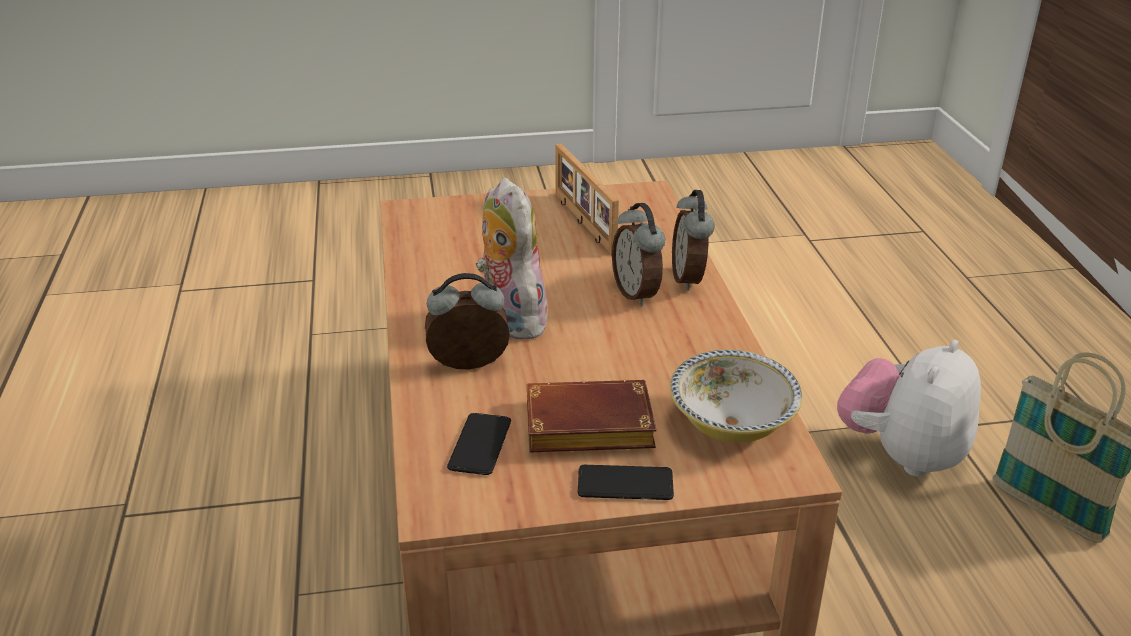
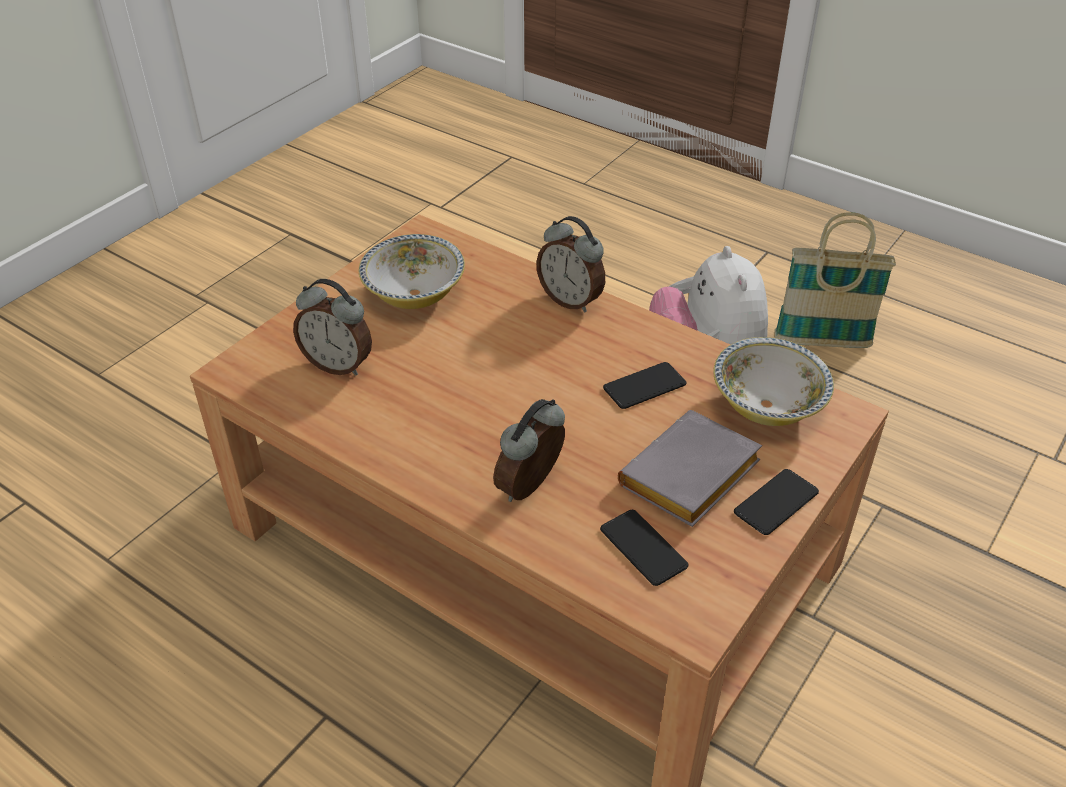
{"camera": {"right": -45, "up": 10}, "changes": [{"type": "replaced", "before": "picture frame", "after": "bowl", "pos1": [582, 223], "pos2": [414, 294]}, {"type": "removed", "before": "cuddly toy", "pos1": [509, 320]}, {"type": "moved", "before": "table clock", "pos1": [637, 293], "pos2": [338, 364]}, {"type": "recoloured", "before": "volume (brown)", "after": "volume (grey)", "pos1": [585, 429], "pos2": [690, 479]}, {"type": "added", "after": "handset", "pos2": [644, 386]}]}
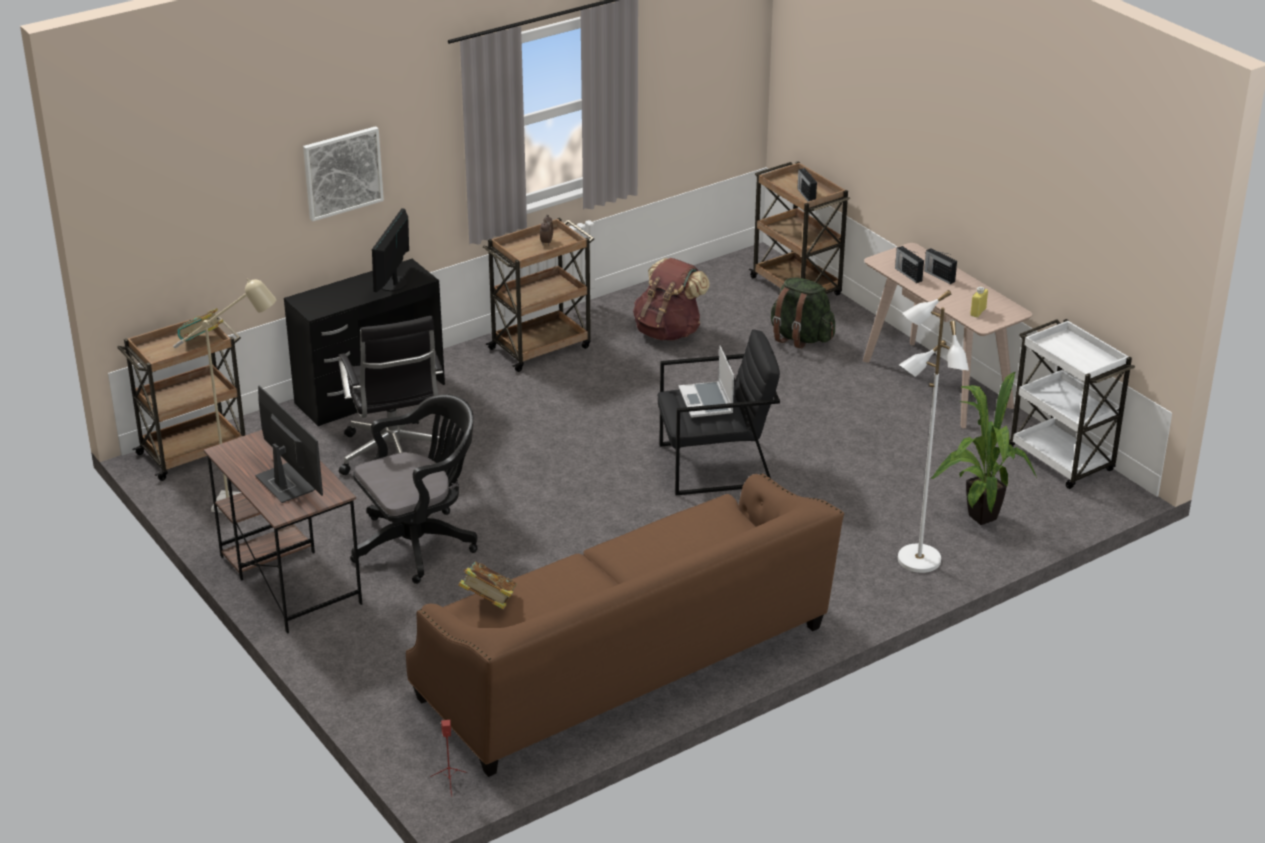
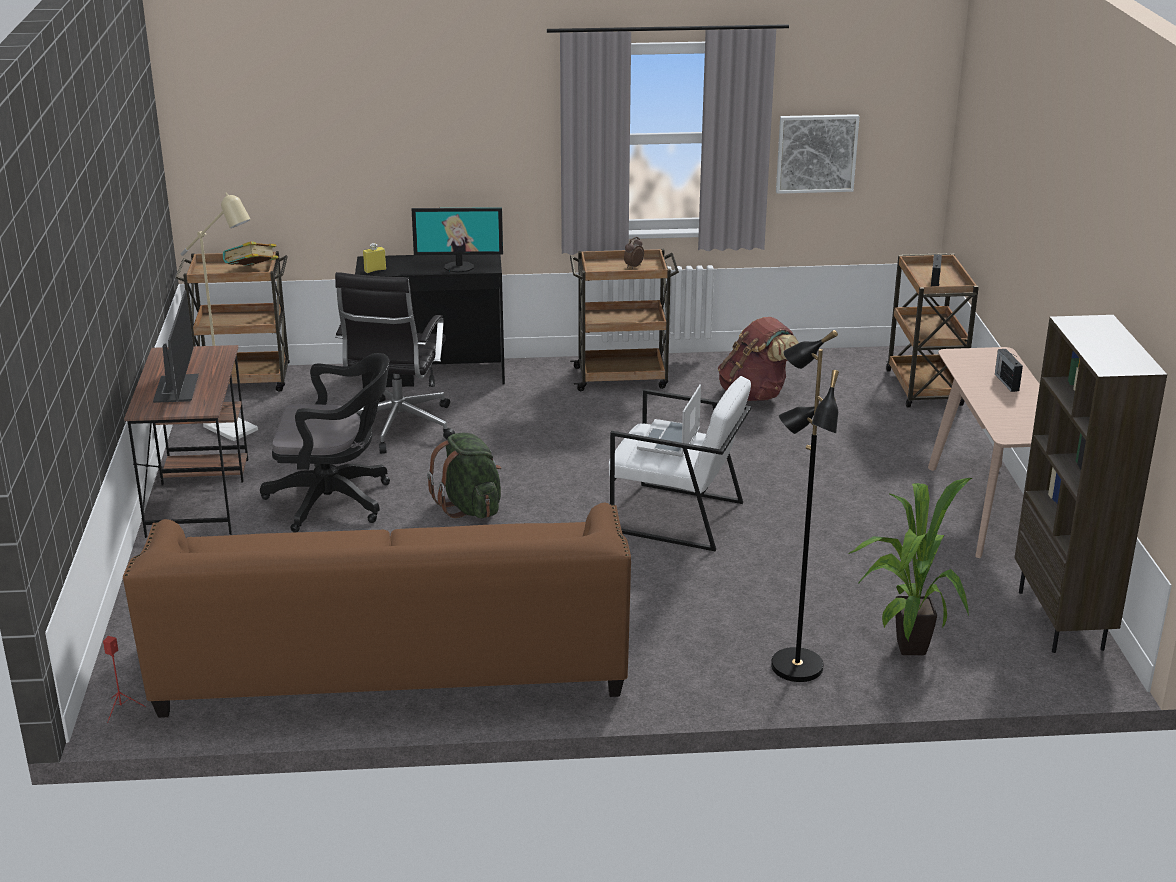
{"camera": {"right": 30, "up": -5}, "changes": [{"type": "moved", "before": "wall picture", "pos1": [342, 172], "pos2": [816, 153]}, {"type": "turned", "before": "monitor", "pos1": [393, 284], "pos2": [459, 267], "turn": -135}, {"type": "removed", "before": "radio receiver", "pos1": [908, 274]}, {"type": "moved", "before": "backpack (green-coloured)", "pos1": [800, 338], "pos2": [470, 507]}, {"type": "moved", "before": "beverage bottle (yellow-coloured)", "pos1": [978, 312], "pos2": [375, 270]}, {"type": "recoloured", "before": "standard lamp (whitish)", "after": "standard lamp (black-coloured)", "pos1": [918, 560], "pos2": [795, 666]}, {"type": "replaced", "before": "wheeled cart (whitish)", "after": "shelving unit (brown)", "pos1": [1061, 460], "pos2": [1062, 620]}, {"type": "recoloured", "before": "armchair (black-coloured)", "after": "armchair (whitish)", "pos1": [715, 465], "pos2": [677, 517]}, {"type": "removed", "before": "volume", "pos1": [488, 602]}]}
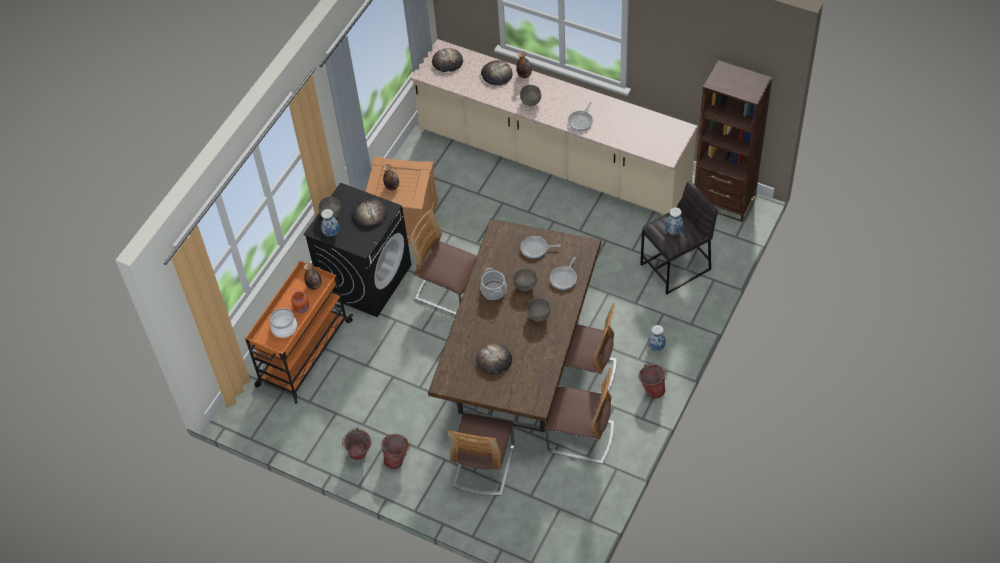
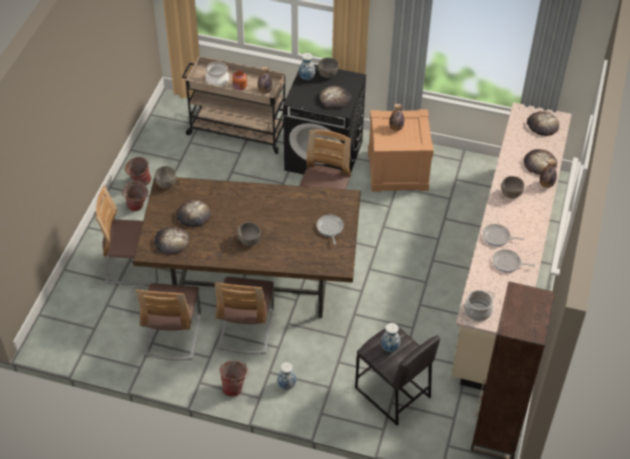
{"camera": {"right": 75, "up": -5}, "changes": [{"type": "moved", "before": "frying pan", "pos1": [564, 278], "pos2": [508, 263]}, {"type": "recoloured", "before": "wheeled cart (orange-coloured)", "after": "wheeled cart (beige)", "pos1": [303, 354], "pos2": [237, 130]}, {"type": "moved", "before": "saucepot", "pos1": [494, 290], "pos2": [477, 311]}, {"type": "moved", "before": "bowl (grey)", "pos1": [525, 286], "pos2": [166, 184]}, {"type": "added", "after": "bread", "pos2": [171, 242]}]}
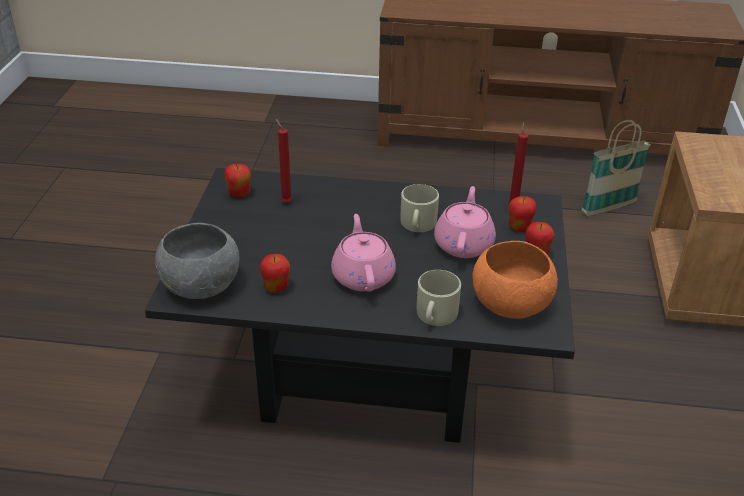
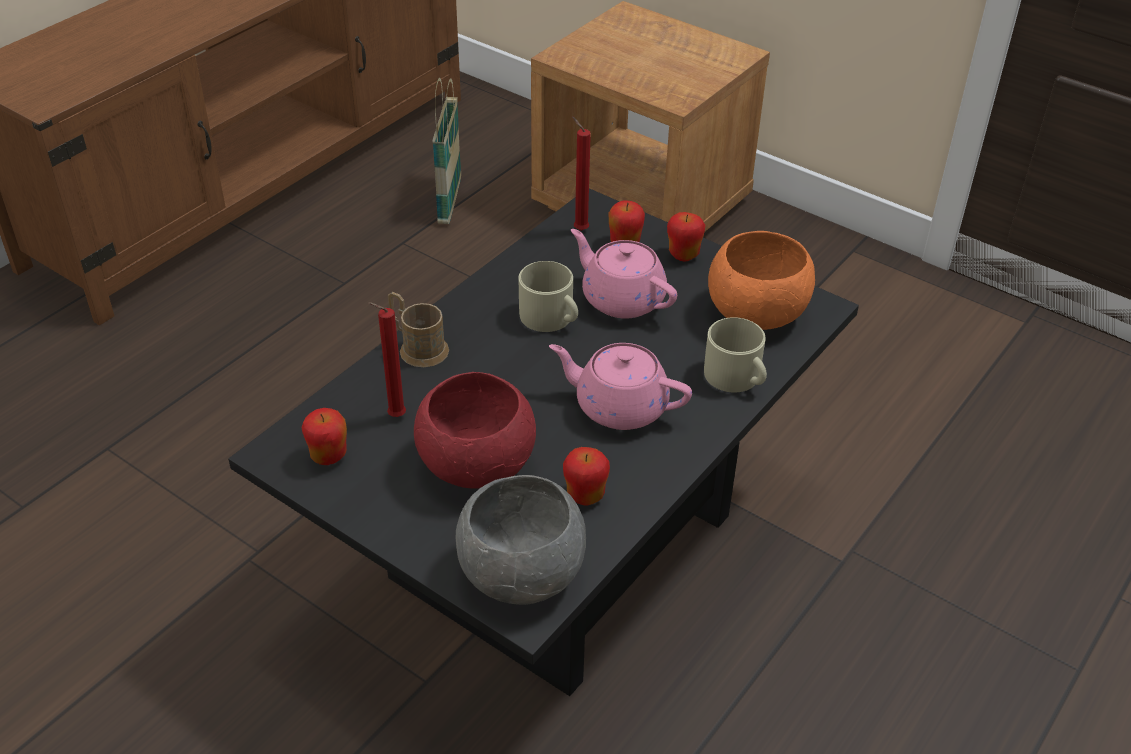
{"camera": {"right": -60, "up": 5}, "changes": [{"type": "added", "after": "tea mug (brown)", "pos2": [418, 348]}, {"type": "added", "after": "bowl (reddish)", "pos2": [477, 463]}]}
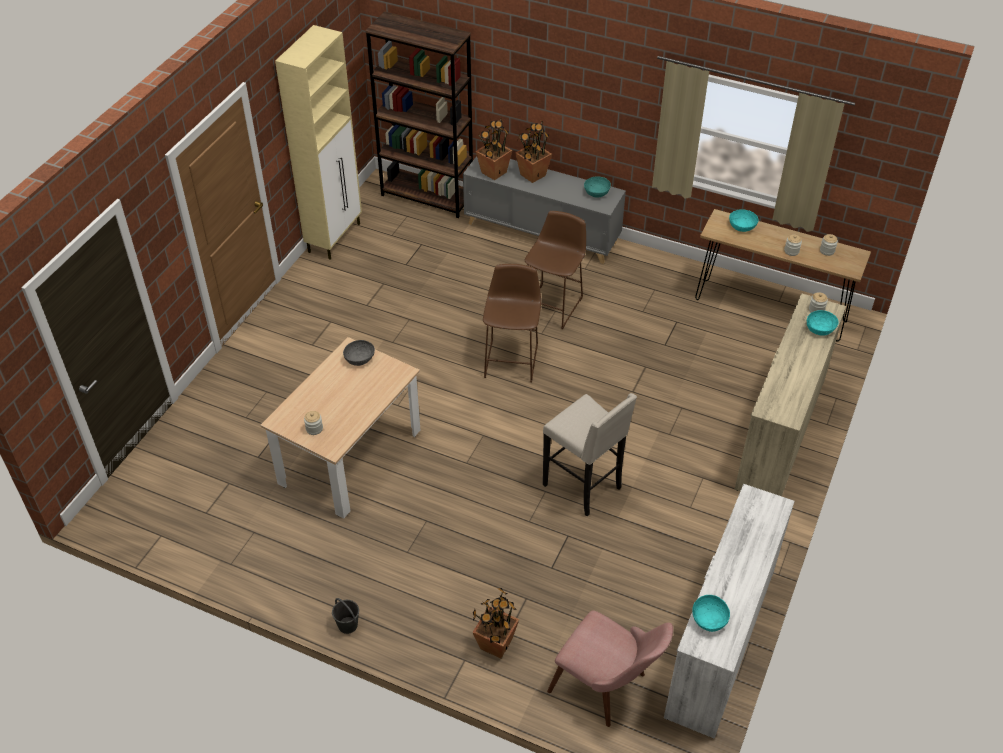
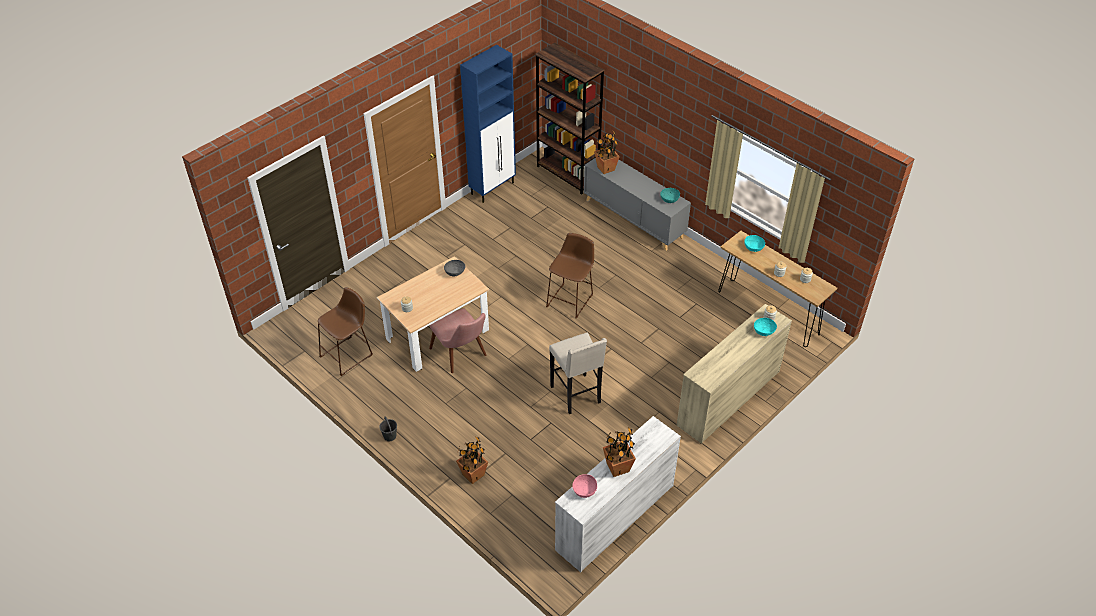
{"camera": {"right": 20, "up": 0}, "changes": [{"type": "recoloured", "before": "cabinet (beige)", "after": "cabinet (bluish)", "pos1": [335, 237], "pos2": [493, 188]}, {"type": "moved", "before": "houseplant", "pos1": [532, 175], "pos2": [617, 467]}, {"type": "moved", "before": "stool (brown)", "pos1": [554, 304], "pos2": [348, 354]}, {"type": "recoloured", "before": "bowl (turquoise)", "after": "bowl (pinkish)", "pos1": [709, 619], "pos2": [584, 490]}, {"type": "moved", "before": "chair (pinkish)", "pos1": [608, 688], "pos2": [462, 355]}]}
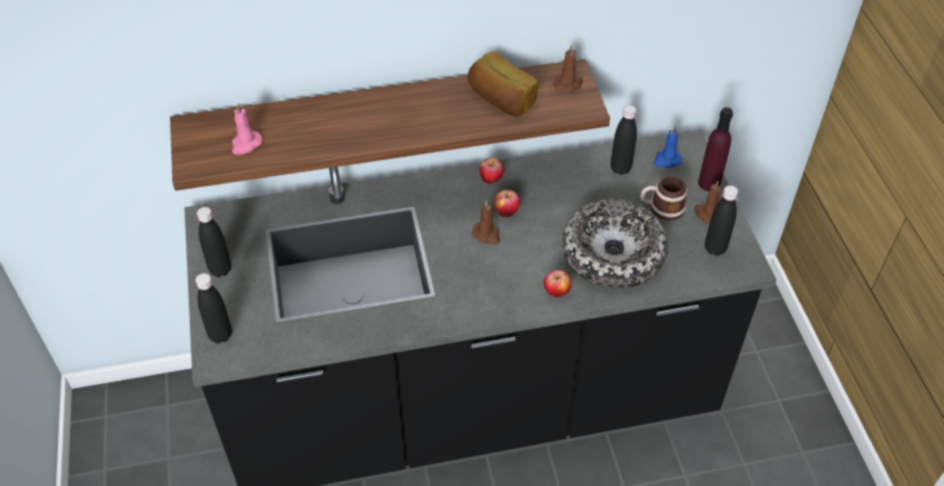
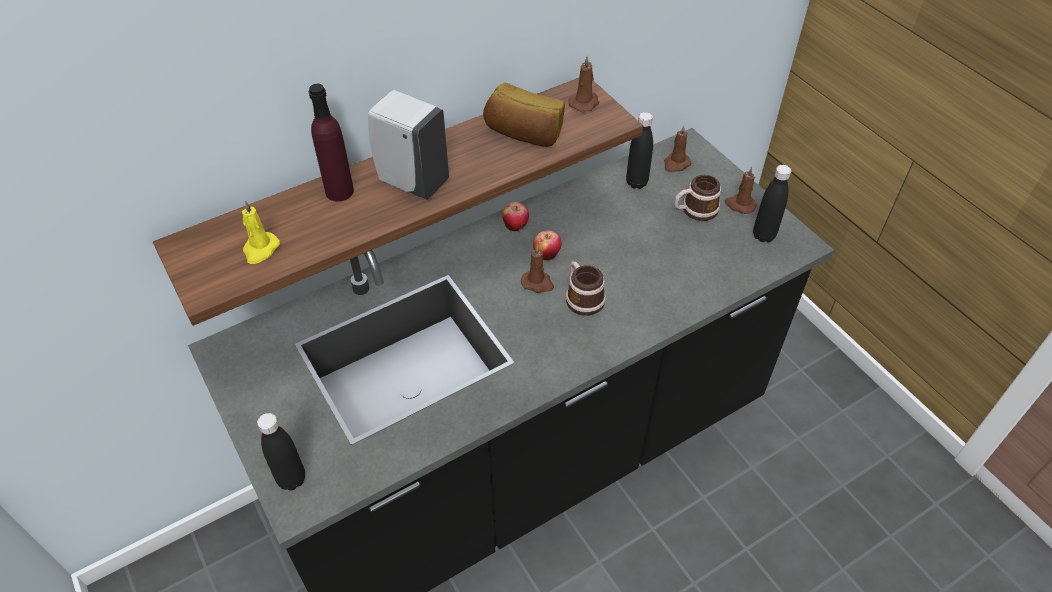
{"camera": {"right": -20, "up": 0}, "changes": [{"type": "recoloured", "before": "candle (pinkish)", "after": "candle (yellow-coloured)", "pos1": [246, 144], "pos2": [260, 249]}, {"type": "moved", "before": "beverage bottle (purple-coloured)", "pos1": [709, 183], "pos2": [339, 191]}, {"type": "recoloured", "before": "candle (bluish)", "after": "candle (brown)", "pos1": [666, 160], "pos2": [676, 164]}, {"type": "removed", "before": "bowl", "pos1": [612, 254]}, {"type": "removed", "before": "beverage bottle (black-coloured)", "pos1": [220, 269]}, {"type": "removed", "before": "apple", "pos1": [556, 293]}, {"type": "added", "after": "soap bottle (whitish)", "pos2": [411, 181]}, {"type": "added", "after": "tea mug", "pos2": [582, 297]}]}
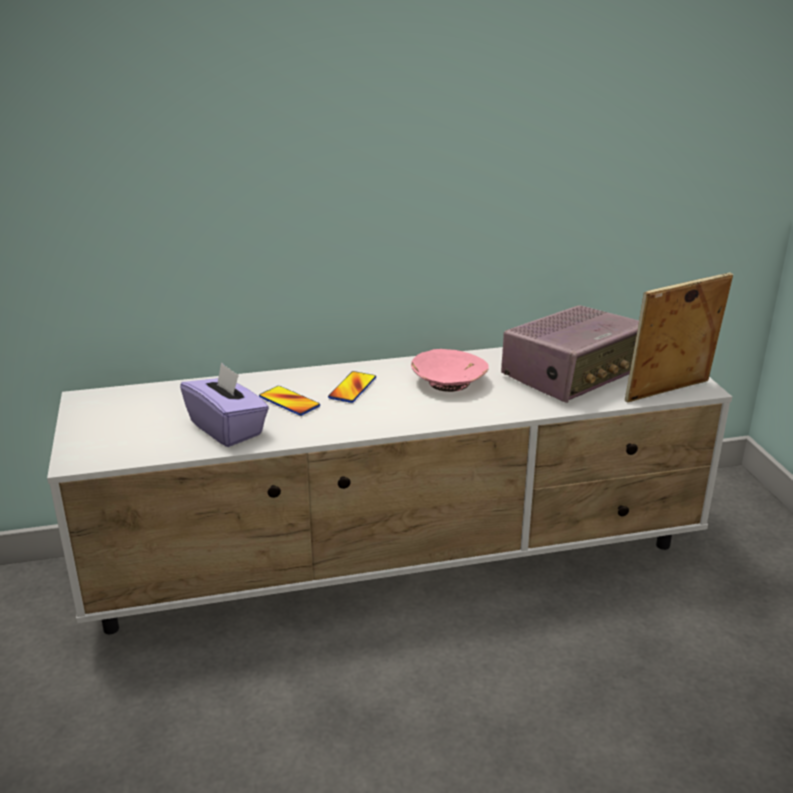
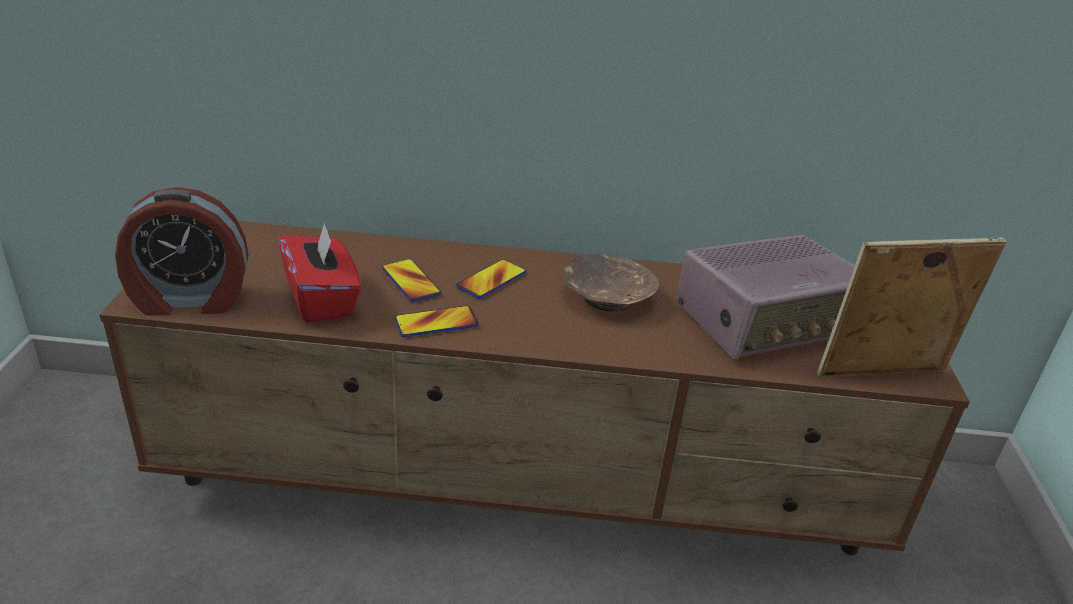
{"camera": {"right": 15, "up": 5}, "changes": [{"type": "recoloured", "before": "tv stand (whitish)", "after": "tv stand (brown)", "pos1": [399, 564], "pos2": [525, 486]}, {"type": "recoloured", "before": "bowl (pinkish)", "after": "bowl (brown)", "pos1": [448, 382], "pos2": [607, 298]}, {"type": "recoloured", "before": "tissue holder (purple-coloured)", "after": "tissue holder (reddish)", "pos1": [227, 429], "pos2": [322, 299]}, {"type": "added", "after": "table clock", "pos2": [190, 300]}, {"type": "added", "after": "handset", "pos2": [436, 323]}]}
